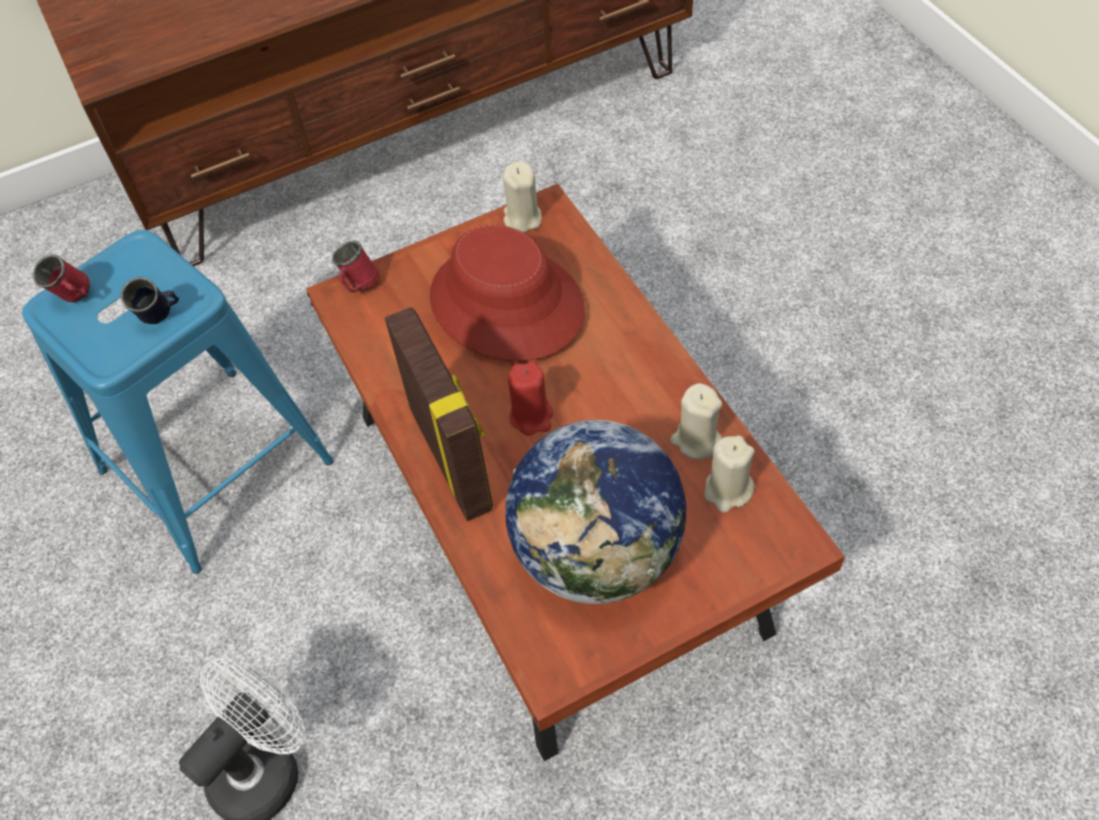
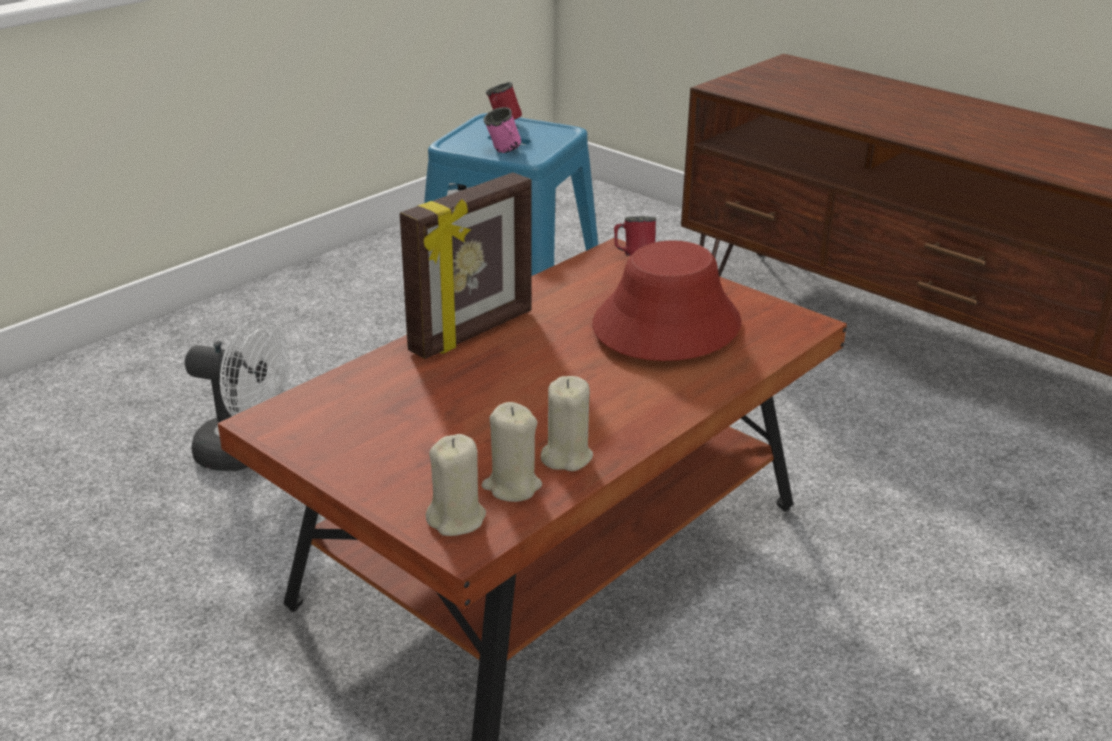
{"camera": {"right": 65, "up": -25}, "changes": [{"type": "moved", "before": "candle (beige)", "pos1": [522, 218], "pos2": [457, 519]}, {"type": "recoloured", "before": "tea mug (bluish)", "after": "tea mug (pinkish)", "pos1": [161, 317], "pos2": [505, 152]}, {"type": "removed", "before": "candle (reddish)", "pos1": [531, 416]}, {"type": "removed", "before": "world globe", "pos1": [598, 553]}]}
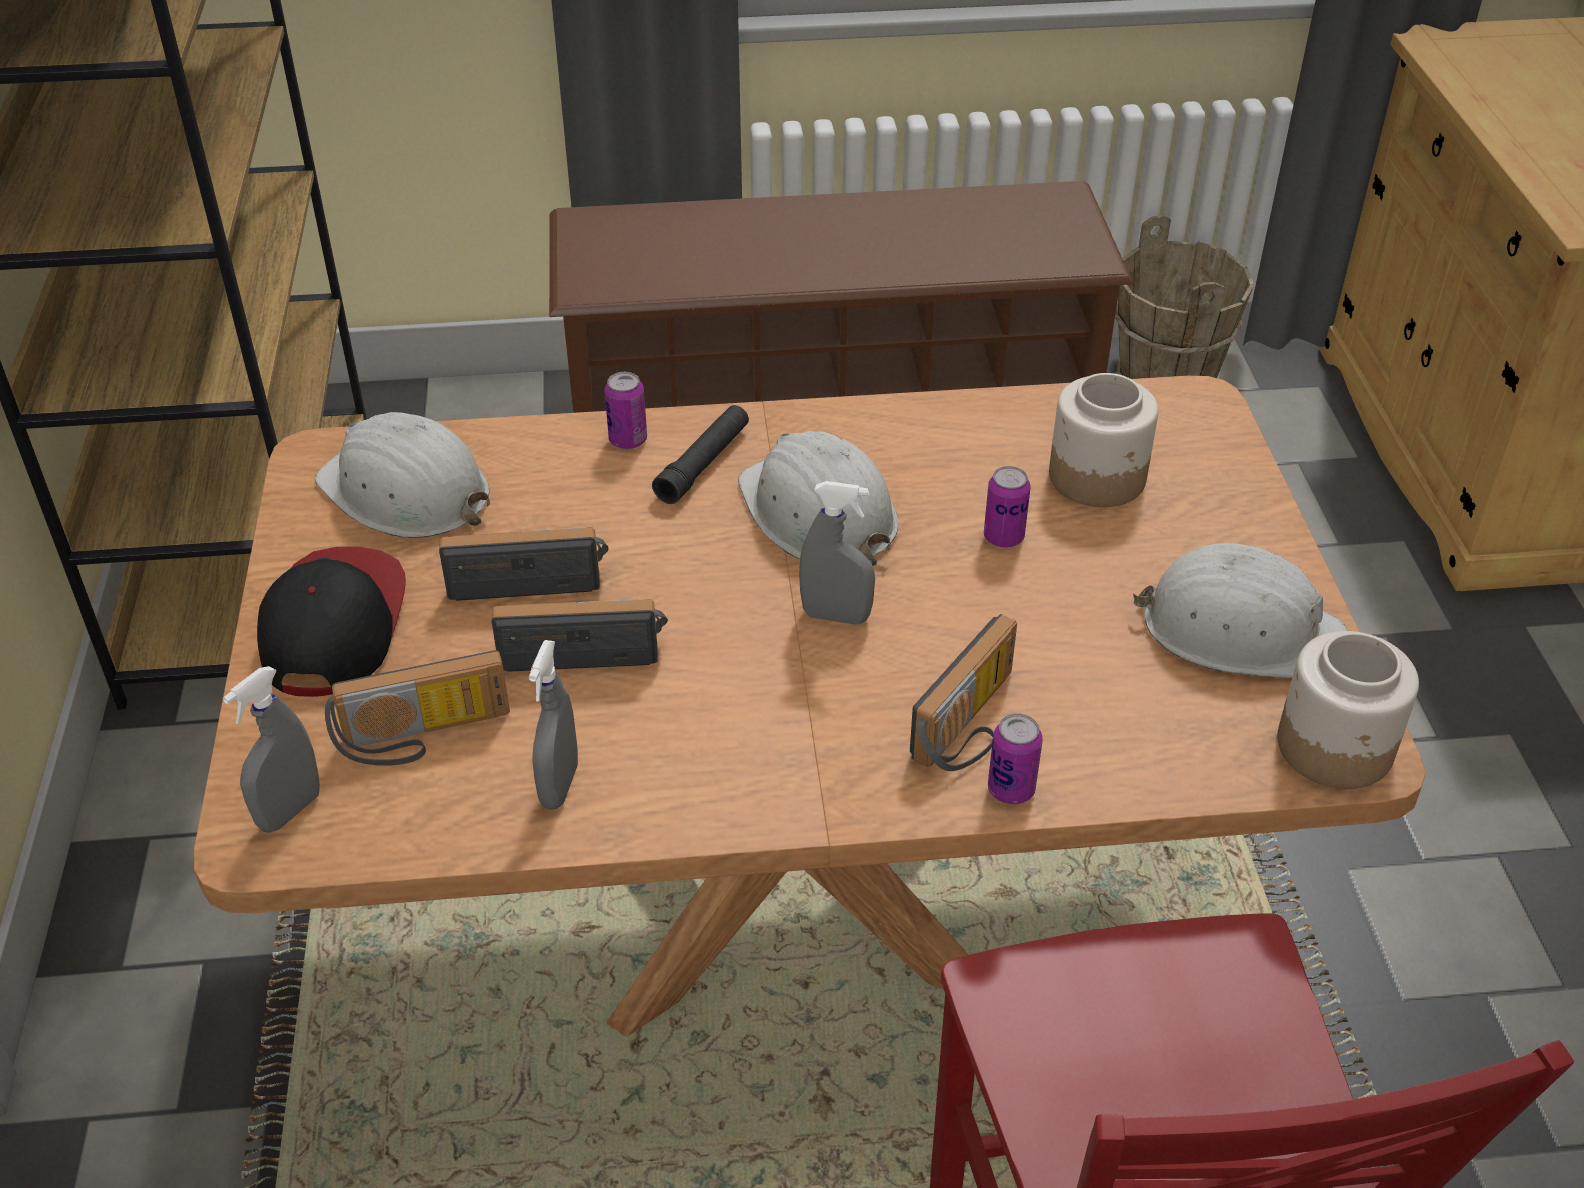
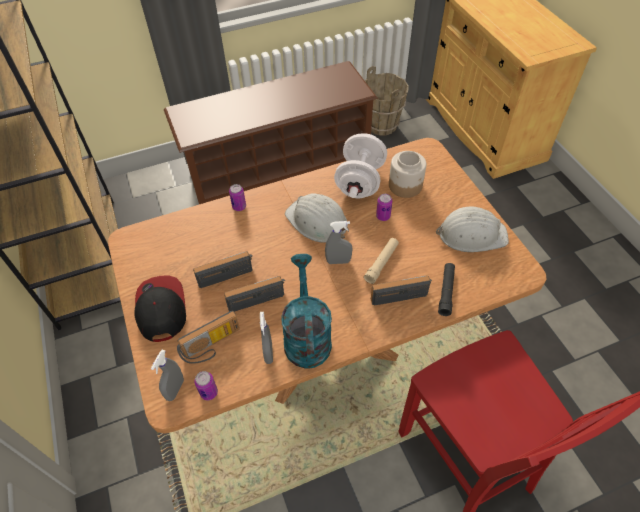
{"camera": {"right": -15, "up": 10}, "changes": [{"type": "moved", "before": "flashlight (black-coloured)", "pos1": [703, 464], "pos2": [446, 291]}, {"type": "removed", "before": "safety helmet (whitish)", "pos1": [406, 492]}, {"type": "turned", "before": "radio receiver", "pos1": [973, 725], "pos2": [399, 292], "turn": -120}, {"type": "removed", "before": "preserve jar", "pos1": [1336, 748]}, {"type": "moved", "before": "can", "pos1": [1011, 789], "pos2": [209, 392]}, {"type": "added", "after": "free weight (whitish)", "pos2": [360, 181]}, {"type": "added", "after": "flashlight (beige)", "pos2": [381, 263]}, {"type": "added", "after": "sprinkling can (turquoise)", "pos2": [306, 335]}]}
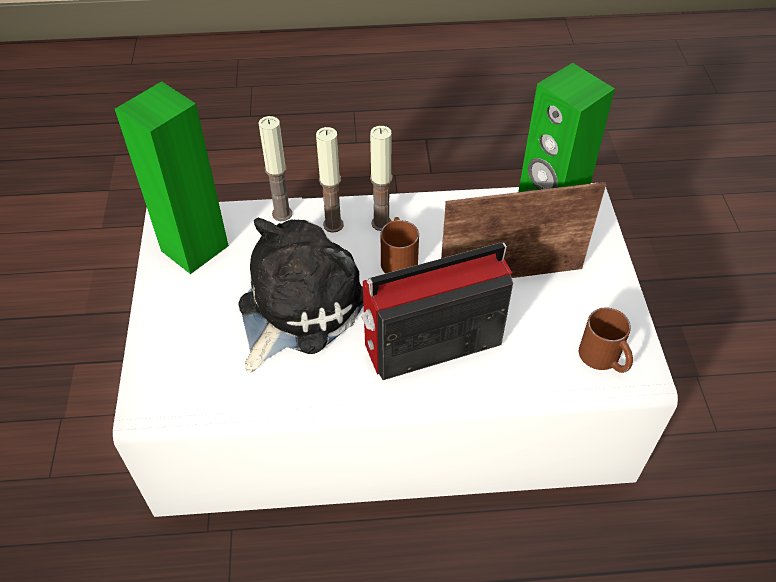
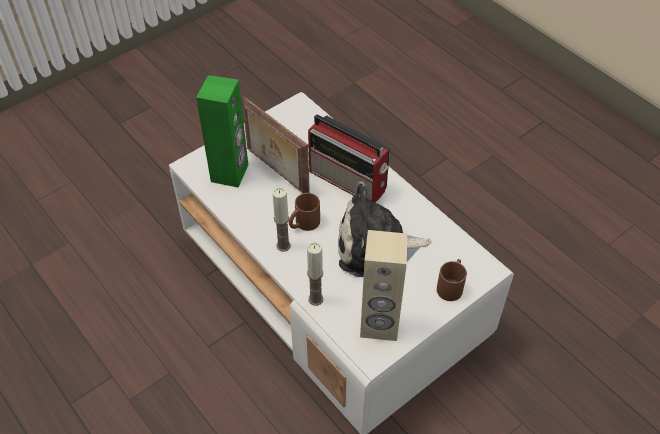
{"camera": {"right": -125, "up": 0}, "changes": [{"type": "recoloured", "before": "loudspeaker (green-coloured)", "after": "loudspeaker (beige)", "pos1": [194, 248], "pos2": [379, 325]}, {"type": "removed", "before": "candle", "pos1": [333, 225]}, {"type": "moved", "before": "tea mug (brown)", "pos1": [605, 359], "pos2": [451, 285]}]}
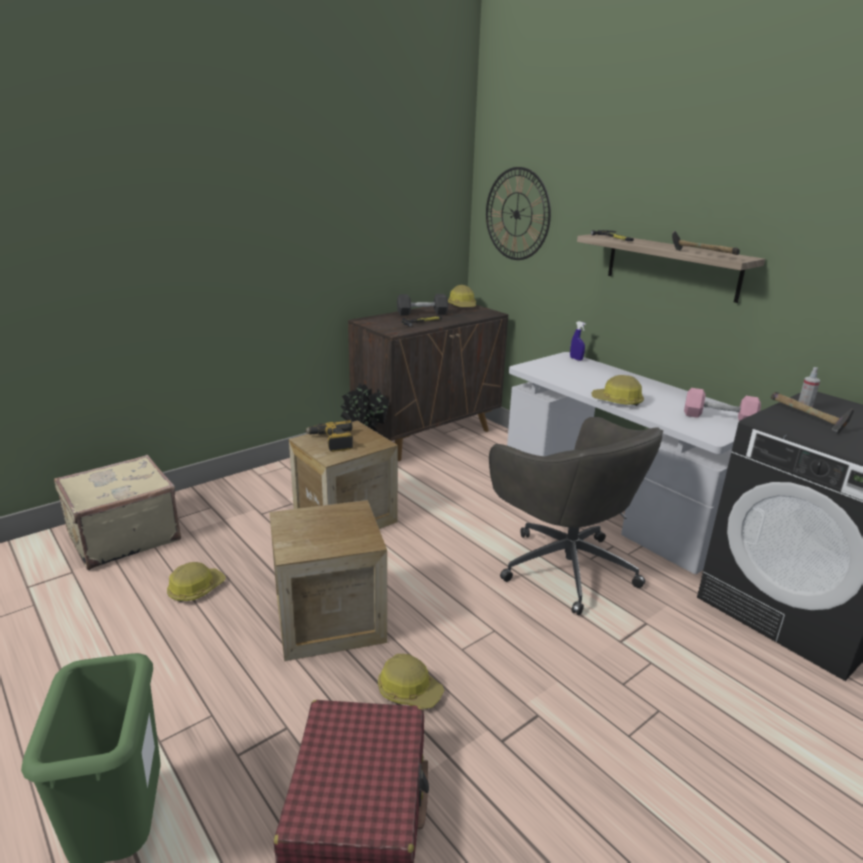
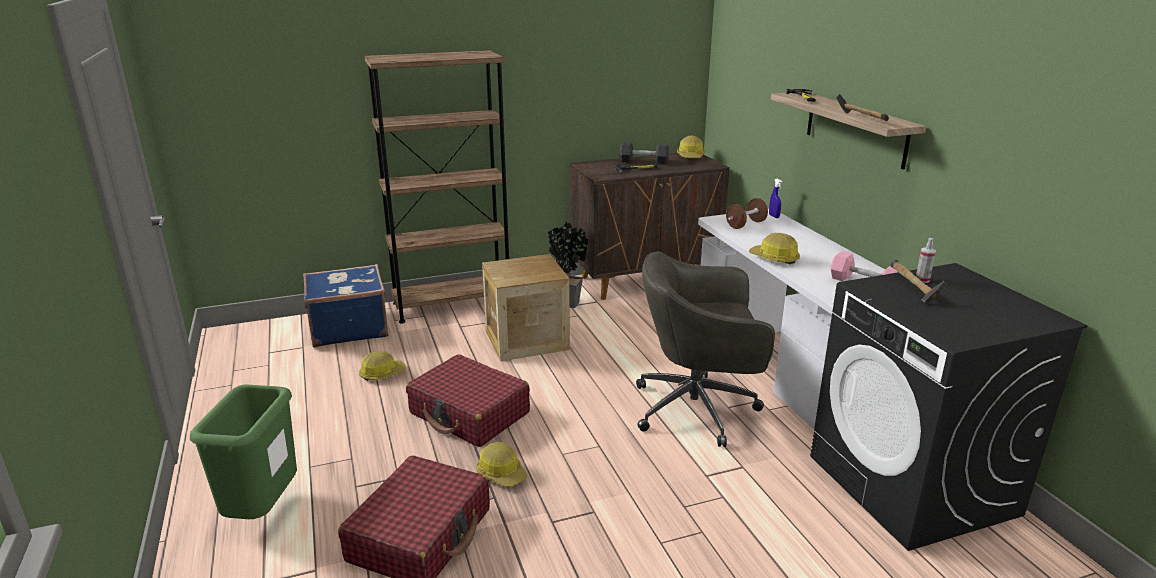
{"camera": {"right": 20, "up": 0}, "changes": [{"type": "removed", "before": "clock on the wall", "pos1": [517, 214]}, {"type": "turned", "before": "computer chair (grey)", "pos1": [564, 566], "pos2": [698, 409], "turn": 105}, {"type": "removed", "before": "electric drill", "pos1": [332, 442]}, {"type": "recoloured", "before": "travel case (beige)", "after": "travel case (bluish)", "pos1": [123, 536], "pos2": [348, 328]}, {"type": "replaced", "before": "crate", "after": "travel case (reddish)", "pos1": [330, 620], "pos2": [469, 413]}, {"type": "added", "after": "shelving unit (brown)", "pos2": [452, 304]}, {"type": "added", "after": "free weight (brown)", "pos2": [745, 224]}]}
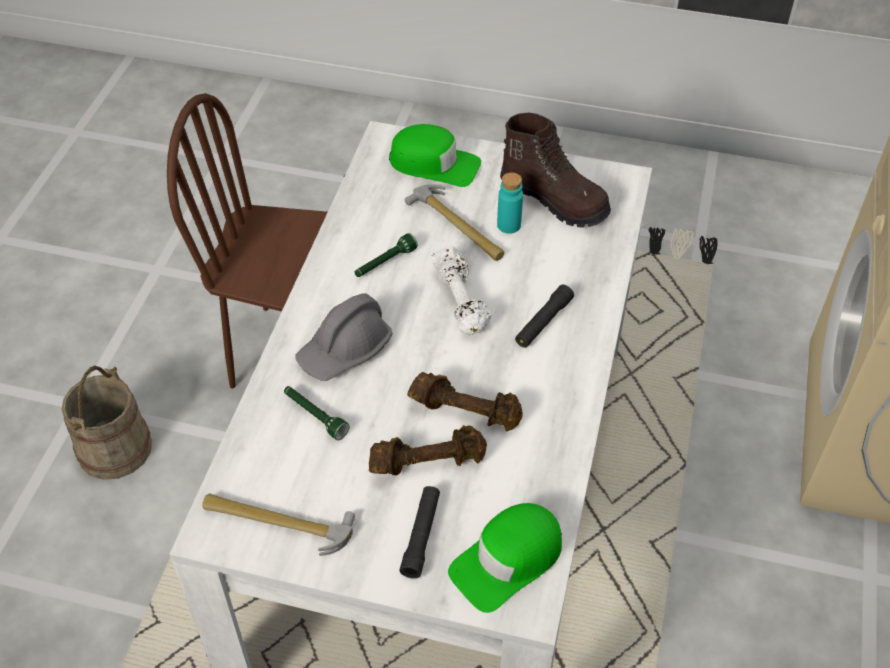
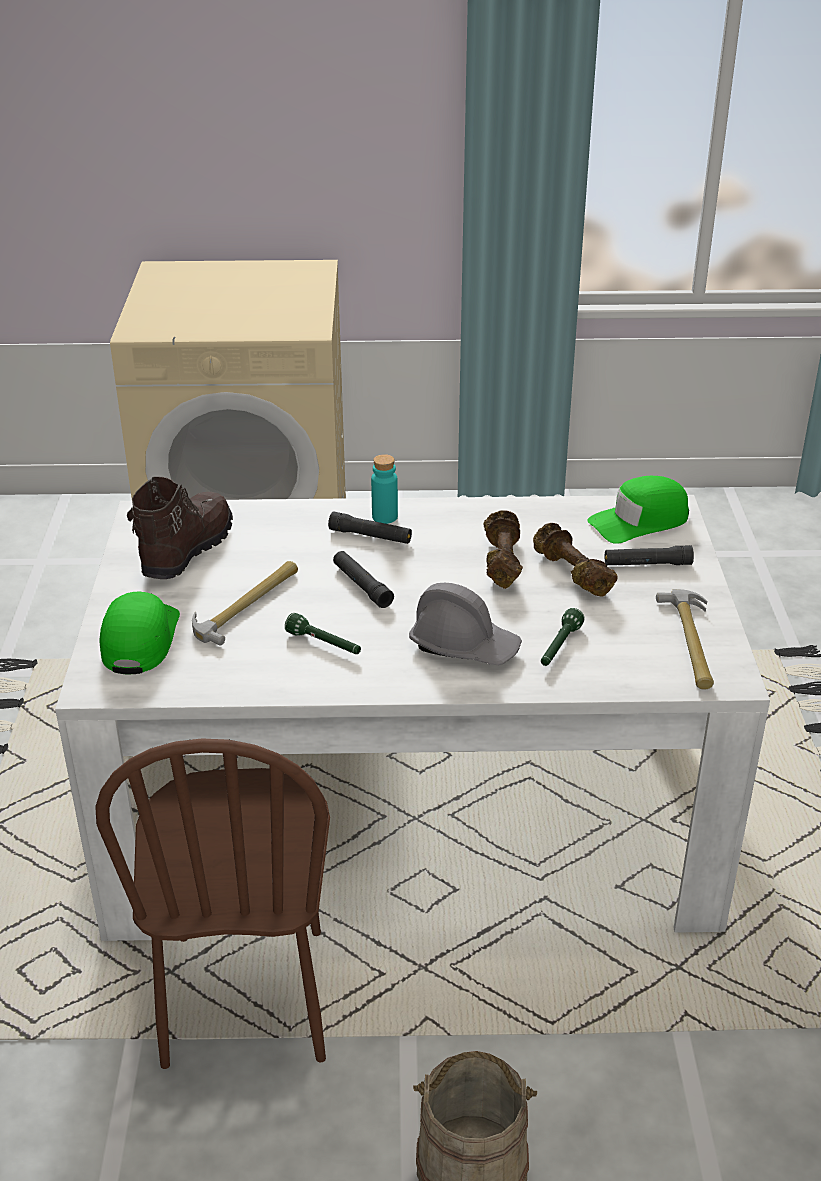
{"camera": {"right": -105, "up": -15}, "changes": [{"type": "moved", "before": "beverage bottle (turquoise)", "pos1": [509, 225], "pos2": [384, 517]}, {"type": "replaced", "before": "free weight (whitish)", "after": "flashlight (black-coloured)", "pos1": [461, 301], "pos2": [362, 586]}, {"type": "turned", "before": "baseball cap (green-coloured)", "pos1": [508, 560], "pos2": [639, 521], "turn": 120}]}
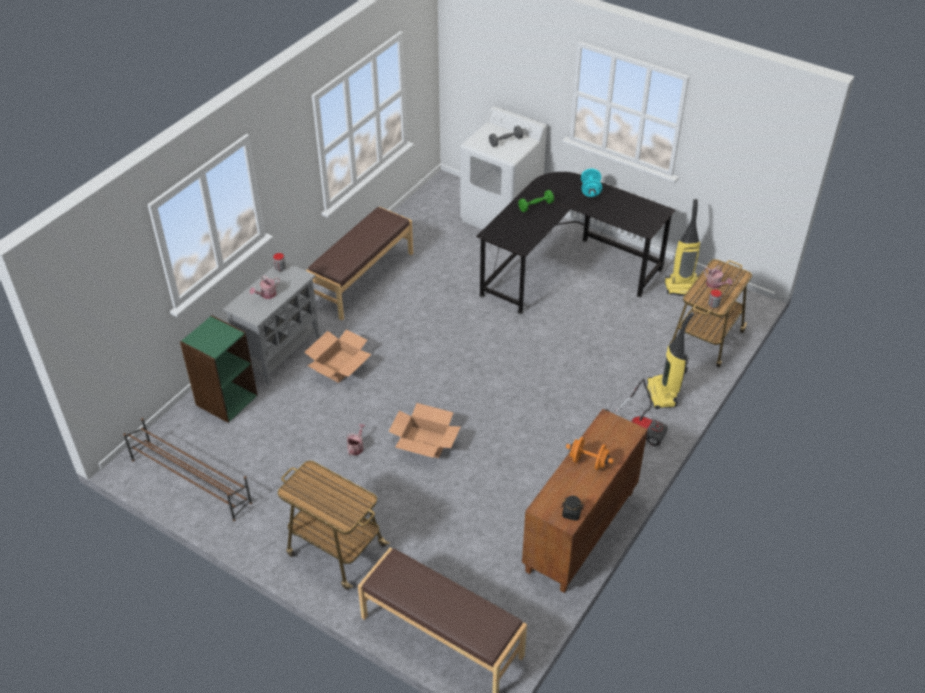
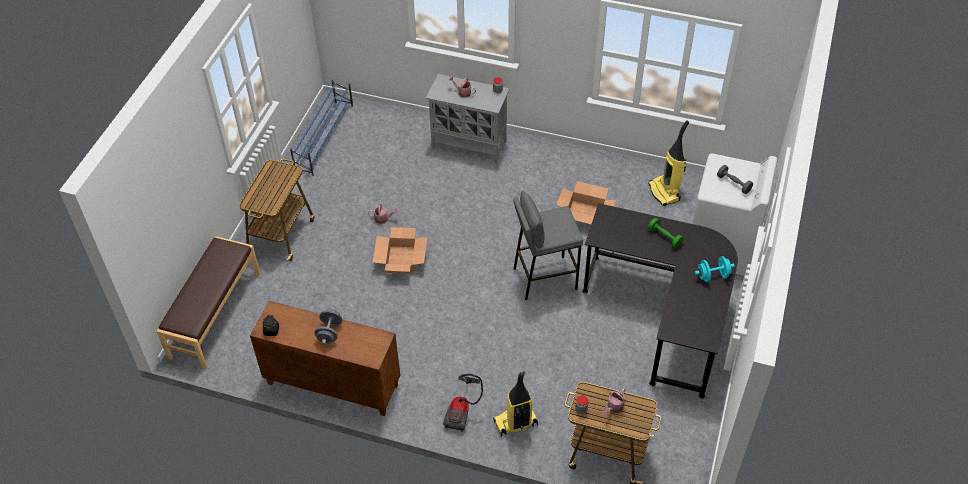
{"camera": {"right": 75, "up": 5}, "changes": [{"type": "moved", "before": "vacuum cleaner", "pos1": [683, 286], "pos2": [665, 192]}, {"type": "removed", "before": "long seat (brown)", "pos1": [362, 278]}, {"type": "removed", "before": "shelving unit (green-coloured)", "pos1": [226, 399]}, {"type": "moved", "before": "carton", "pos1": [339, 366], "pos2": [585, 213]}, {"type": "recoloured", "before": "shoe shelf (brown)", "after": "shoe shelf (bluish)", "pos1": [190, 481], "pos2": [325, 137]}, {"type": "recoloured", "before": "free weight (orange-coloured)", "after": "free weight (grey)", "pos1": [588, 461], "pos2": [329, 332]}, {"type": "added", "after": "stool (grey)", "pos2": [544, 278]}]}
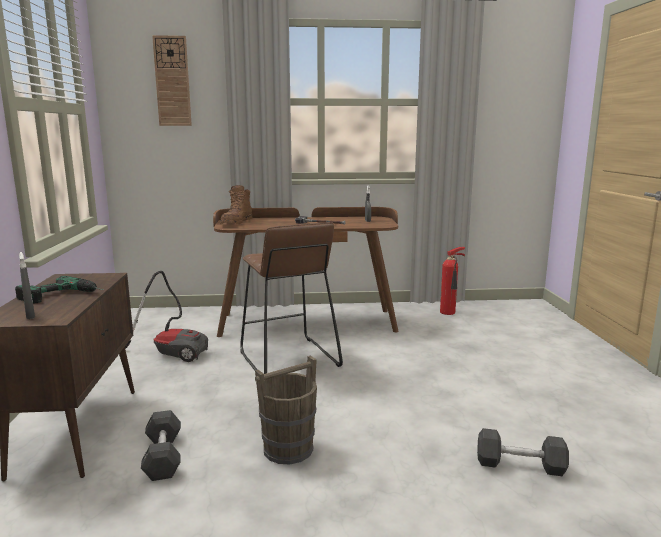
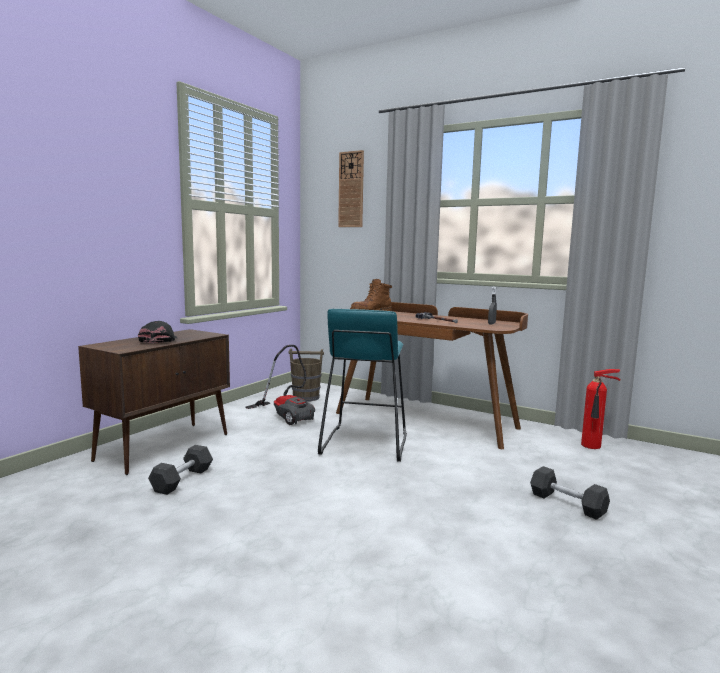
{"camera": {"right": 35, "up": -5}, "changes": [{"type": "recoloured", "before": "stool (brown)", "after": "stool (turquoise)", "pos1": [287, 359], "pos2": [364, 443]}, {"type": "removed", "before": "sprayer (grey)", "pos1": [30, 316]}, {"type": "replaced", "before": "electric drill", "after": "baseball cap (black-coloured)", "pos1": [64, 296], "pos2": [159, 340]}, {"type": "moved", "before": "pail (brown)", "pos1": [287, 449], "pos2": [305, 397]}, {"type": "moved", "before": "free weight (grey)", "pos1": [520, 465], "pos2": [567, 504]}]}
